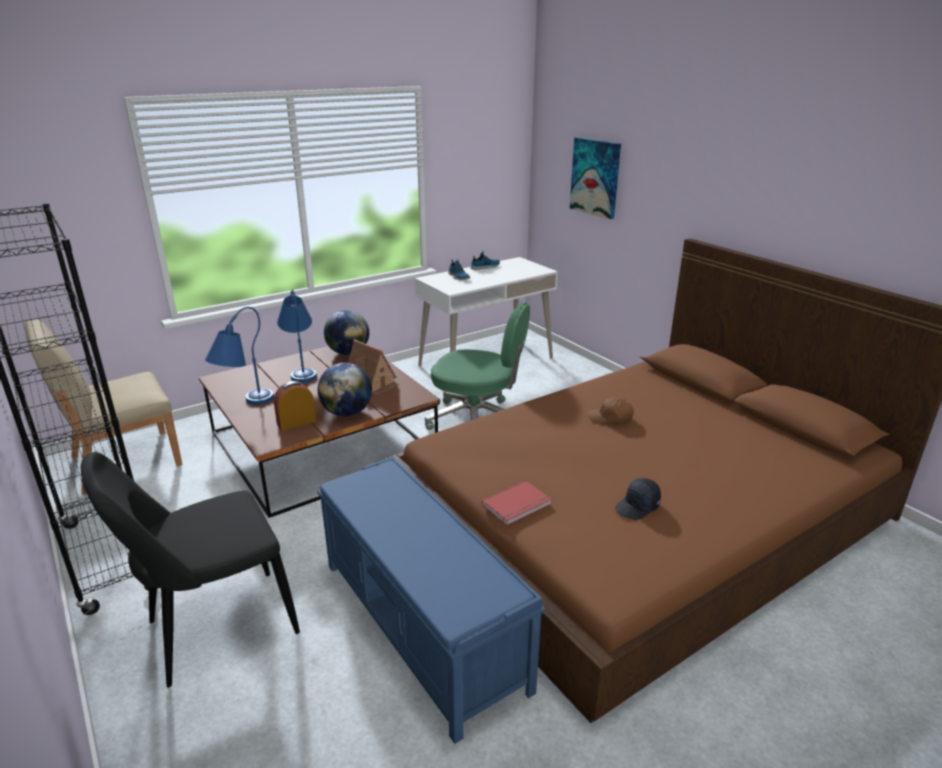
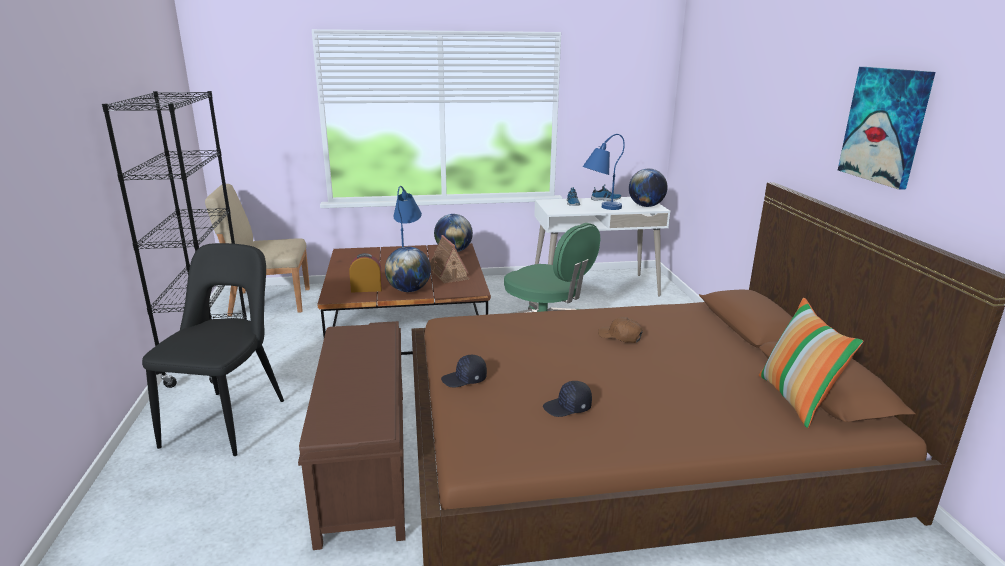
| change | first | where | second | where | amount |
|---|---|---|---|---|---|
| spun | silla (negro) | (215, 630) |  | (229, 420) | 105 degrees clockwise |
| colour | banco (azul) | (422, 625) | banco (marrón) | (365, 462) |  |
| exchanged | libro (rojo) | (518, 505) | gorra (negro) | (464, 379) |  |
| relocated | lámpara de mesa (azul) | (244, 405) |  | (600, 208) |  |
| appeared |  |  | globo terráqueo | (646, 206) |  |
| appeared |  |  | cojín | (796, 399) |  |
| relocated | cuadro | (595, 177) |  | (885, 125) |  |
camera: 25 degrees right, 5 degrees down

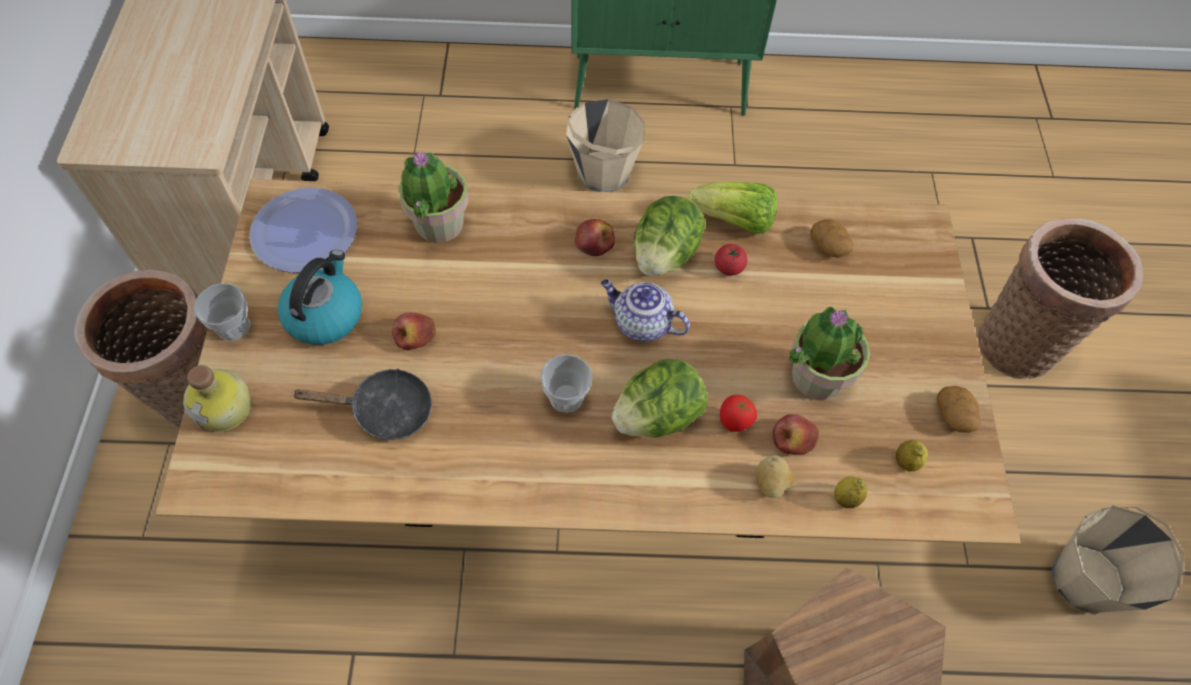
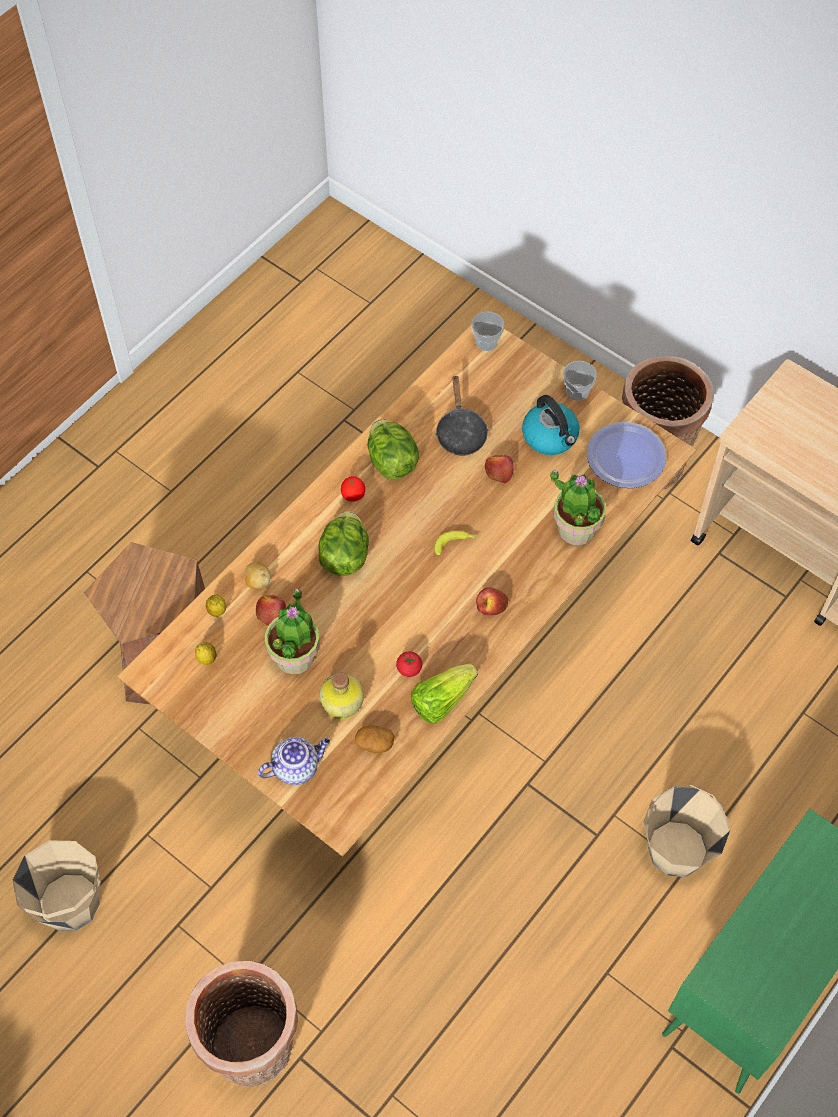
| change | first | where | second | where | amount |
|---|---|---|---|---|---|
| relocated | tetera | (640, 324) |  | (296, 767) |  |
| relocated | botella | (226, 408) |  | (341, 703) |  |
| relocated | tomate | (734, 422) |  | (353, 496) |  |
| relocated | lechuga | (665, 254) |  | (392, 461) |  |
| appeared |  |  | plátano | (455, 544) |  |
| spun | sartén (negro) | (384, 410) |  | (460, 432) | 45 degrees counterclockwise |
| relocated | taza | (566, 397) |  | (486, 342) |  |
| missing | patata | (954, 415) |  |  |  |
camera: 130 degrees right, 0 degrees up

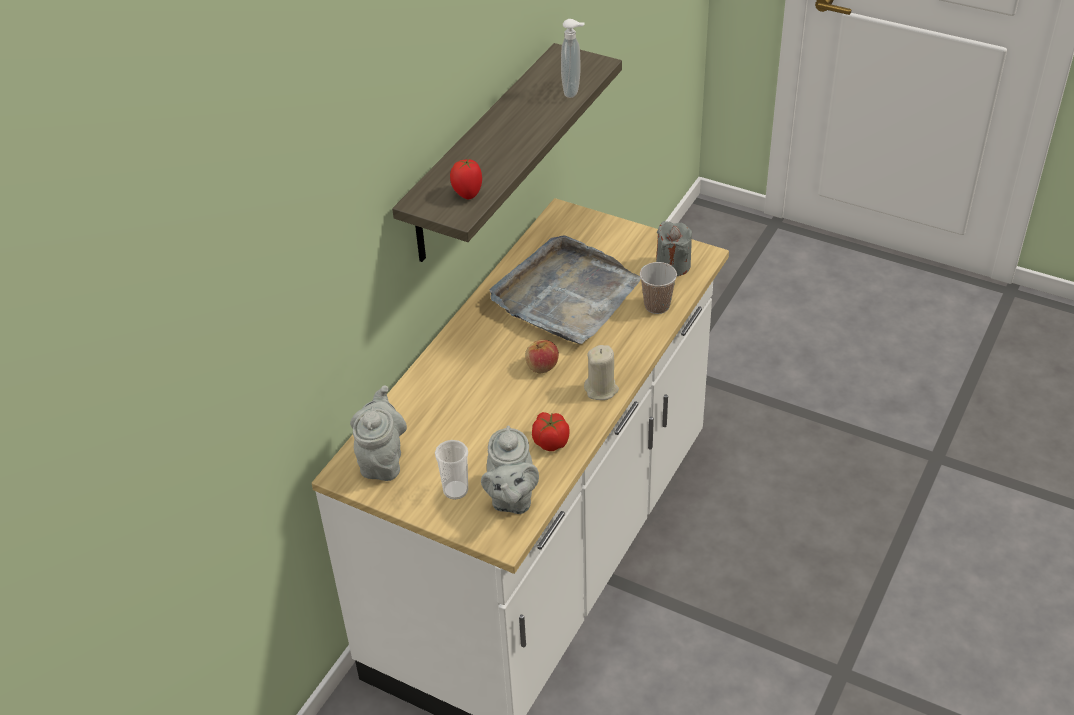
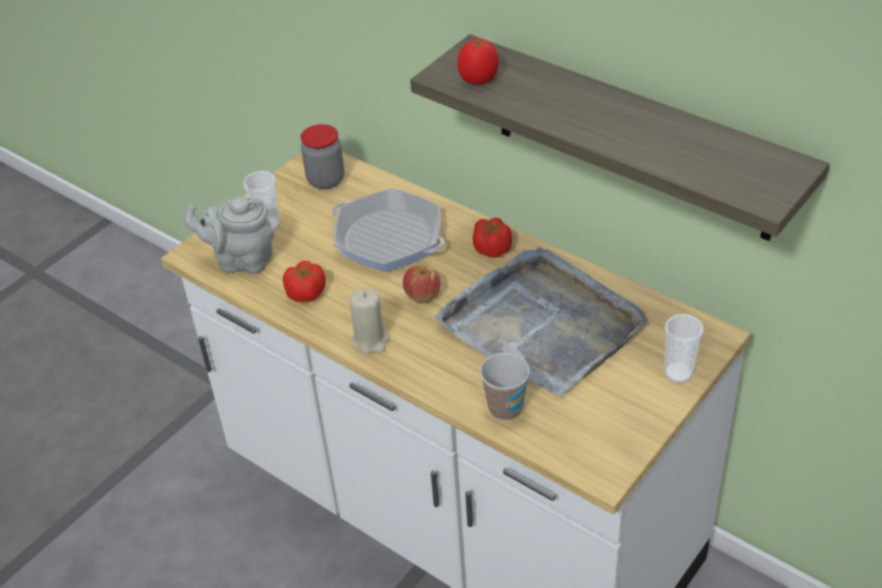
| change | first | where | second | where | amount |
|---|---|---|---|---|---|
| exchanged | tetera (gris) | (382, 460) | tarro | (326, 180) |  |
| appeared |  |  | sartén | (388, 238) |  |
| appeared |  |  | tomate | (492, 249) |  |
| appeared |  |  | taza | (678, 373) |  |
| missing | dispensador de jabón | (573, 91) |  |  |  |
| missing | vela (gris) | (673, 265) |  |  |  |
camera: 100 degrees right, 0 degrees up

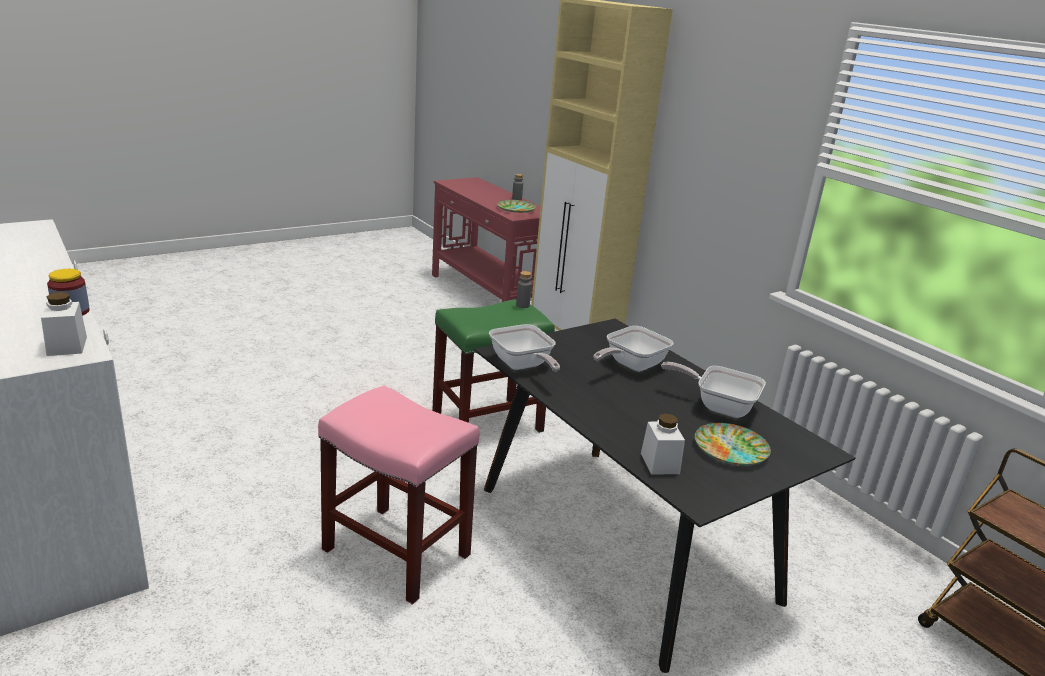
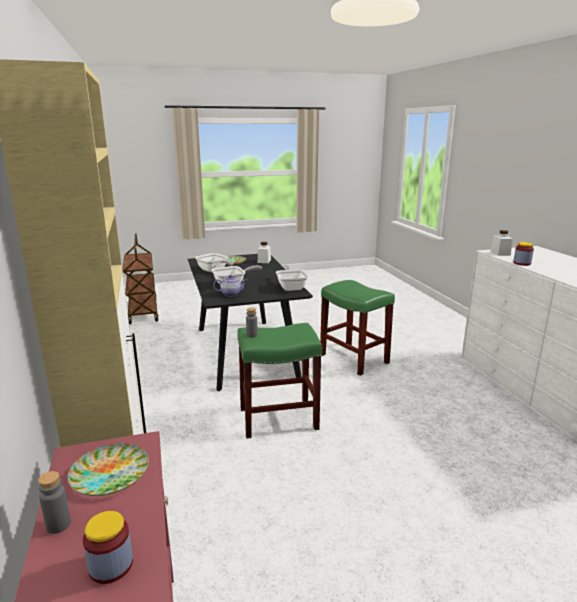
| change | first | where | second | where | amount |
|---|---|---|---|---|---|
| appeared |  |  | tarro | (111, 565) |  |
| appeared |  |  | tetera | (231, 294) |  |
| colour | taburete (rosa) | (395, 552) | taburete (verde) | (354, 359) |  |
camera: 160 degrees left, 5 degrees down

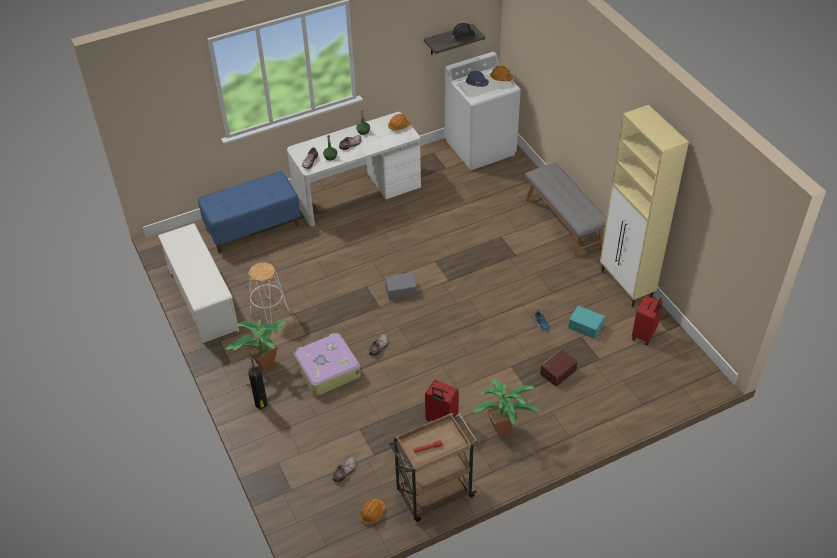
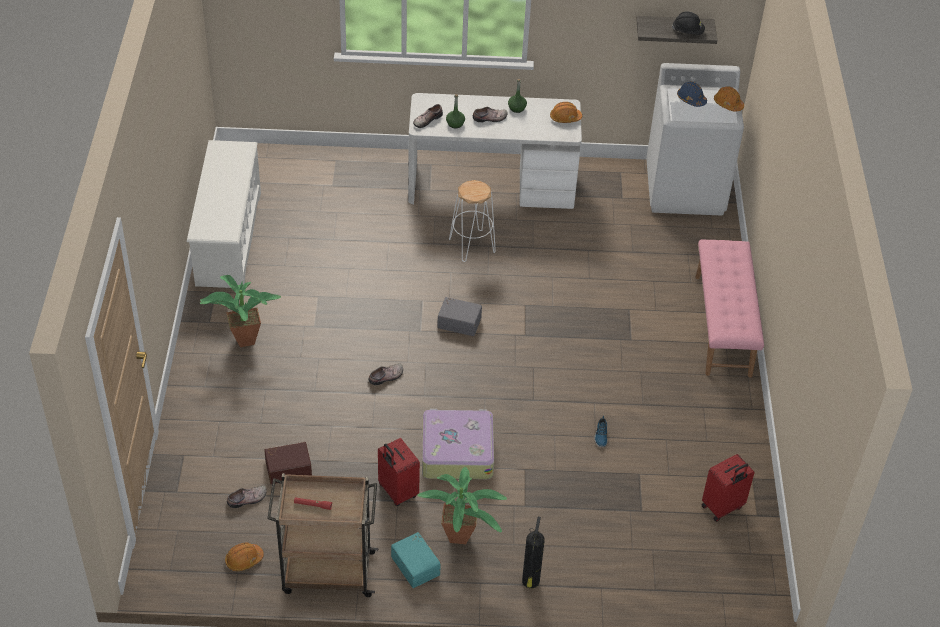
| change | first | where | second | where | amount |
|---|---|---|---|---|---|
| relocated | caja de almacenaje (marrón) | (557, 371) |  | (288, 467) |  |
| relocated | caja de almacenaje (turquesa) | (586, 326) |  | (416, 565) |  |
| relocated | maleta | (327, 369) |  | (456, 451) |  |
| relocated | taburete (blanco) | (269, 312) |  | (471, 246) |  |
| relocated | extintor | (261, 404) |  | (530, 582) |  |
| colour | banco (gris) | (564, 222) | banco (rosa) | (723, 325) |  |
| missing | banco (azul) | (253, 227) |  |  |  |
| missing | armario (beis) | (626, 285) |  |  |  |
camera: 25 degrees right, 0 degrees up

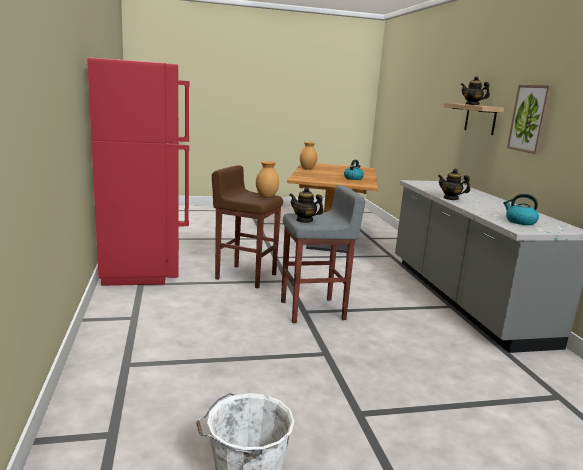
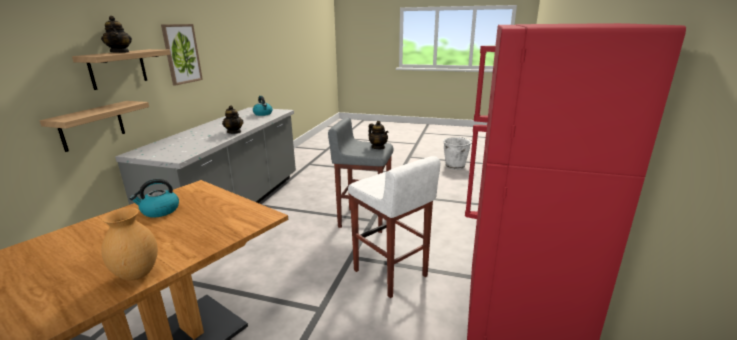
| change | first | where | second | where | amount |
|---|---|---|---|---|---|
| appeared |  |  | estante | (92, 125) |  |
| colour | taburete (marrón) | (245, 276) | taburete (blanco) | (390, 274) |  |
| missing | florero (marrón) | (267, 197) |  |  |  |
camera: 150 degrees left, 5 degrees up

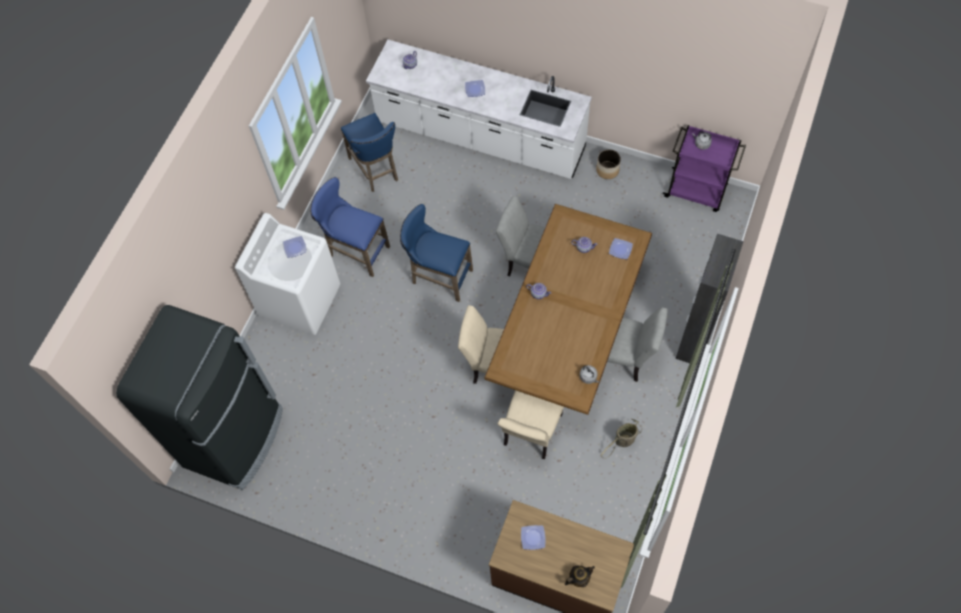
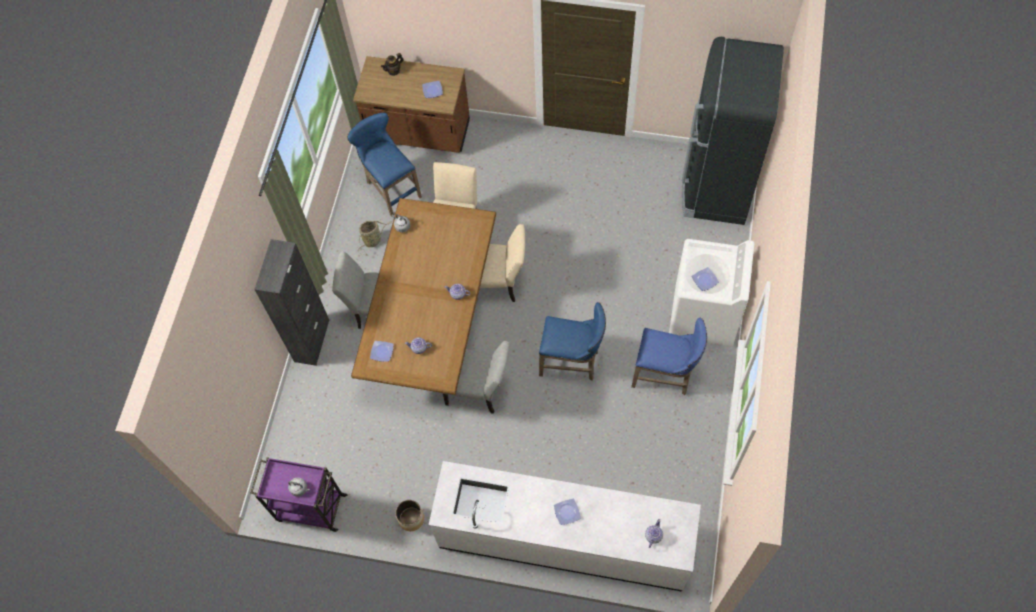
| change | first | where | second | where | amount |
|---|---|---|---|---|---|
| relocated | taburete (azul) | (376, 170) |  | (391, 188) |  |
camera: 170 degrees right, 0 degrees up

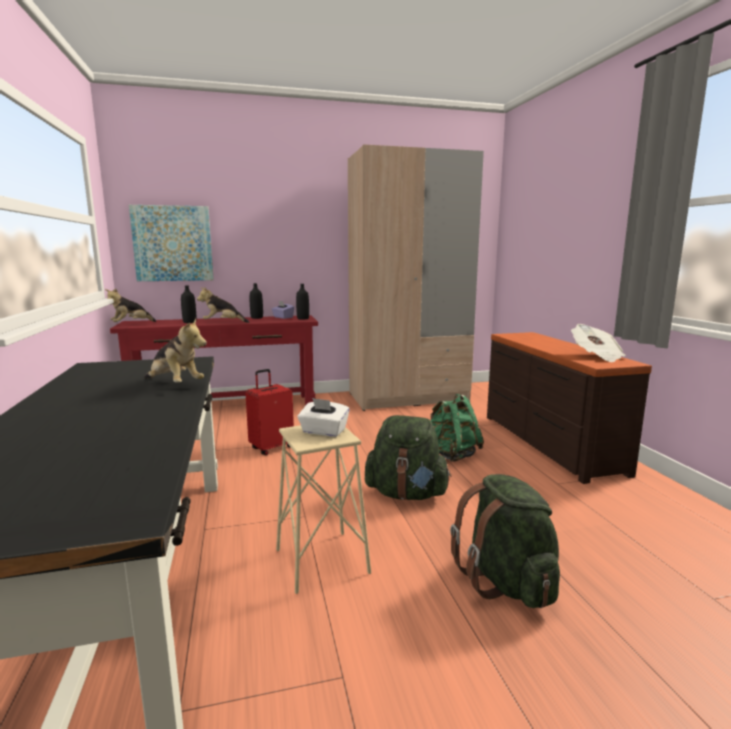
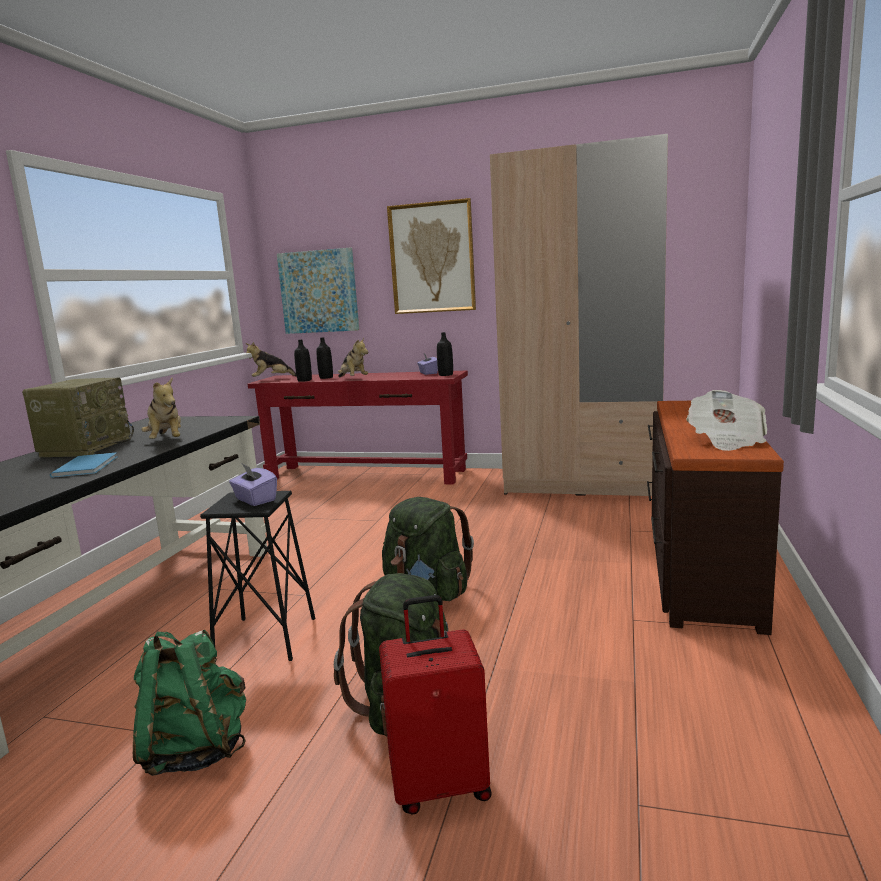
| change | first | where | second | where | amount |
|---|---|---|---|---|---|
| appeared |  |  | radio | (86, 447) |  |
| appeared |  |  | libro (azul) | (88, 466) |  |
| relocated | mochila (verde) | (452, 455) |  | (196, 750) |  |
| colour | taburete (beis) | (322, 561) | taburete (negro) | (266, 639) |  |
| colour | caja de pañuelos (blanco) | (323, 431) | caja de pañuelos (morado) | (255, 500) |  |
| relocated | botella (negro) | (257, 318) |  | (304, 380) |  |
| spun | peluche | (223, 323) |  | (353, 379) | 150 degrees counterclockwise |
| relocated | maleta (rojo) | (271, 448) |  | (440, 784) |  |
| appeared |  |  | cuadro | (432, 258) |  |
camera: 30 degrees right, 0 degrees up

